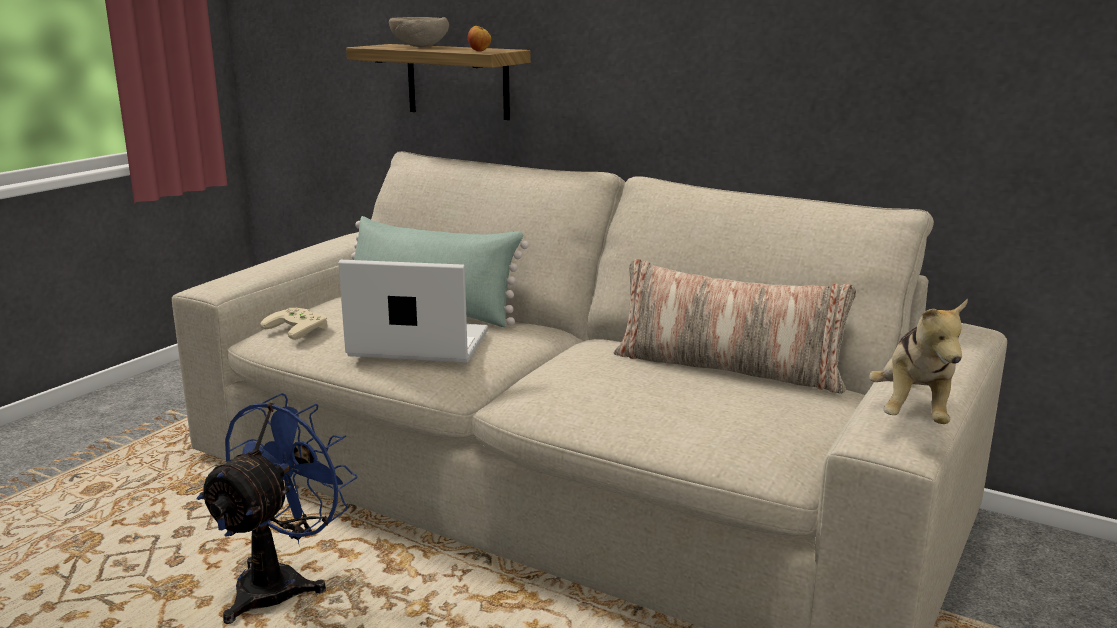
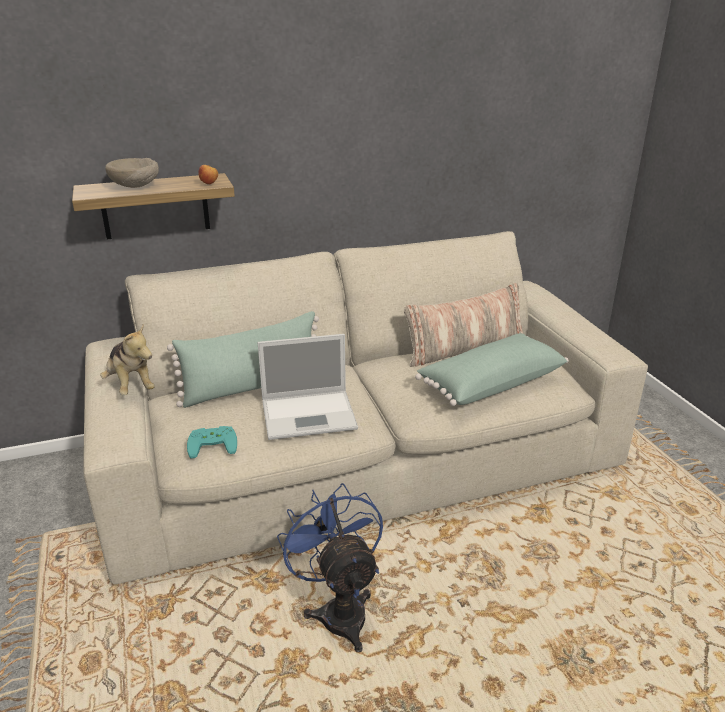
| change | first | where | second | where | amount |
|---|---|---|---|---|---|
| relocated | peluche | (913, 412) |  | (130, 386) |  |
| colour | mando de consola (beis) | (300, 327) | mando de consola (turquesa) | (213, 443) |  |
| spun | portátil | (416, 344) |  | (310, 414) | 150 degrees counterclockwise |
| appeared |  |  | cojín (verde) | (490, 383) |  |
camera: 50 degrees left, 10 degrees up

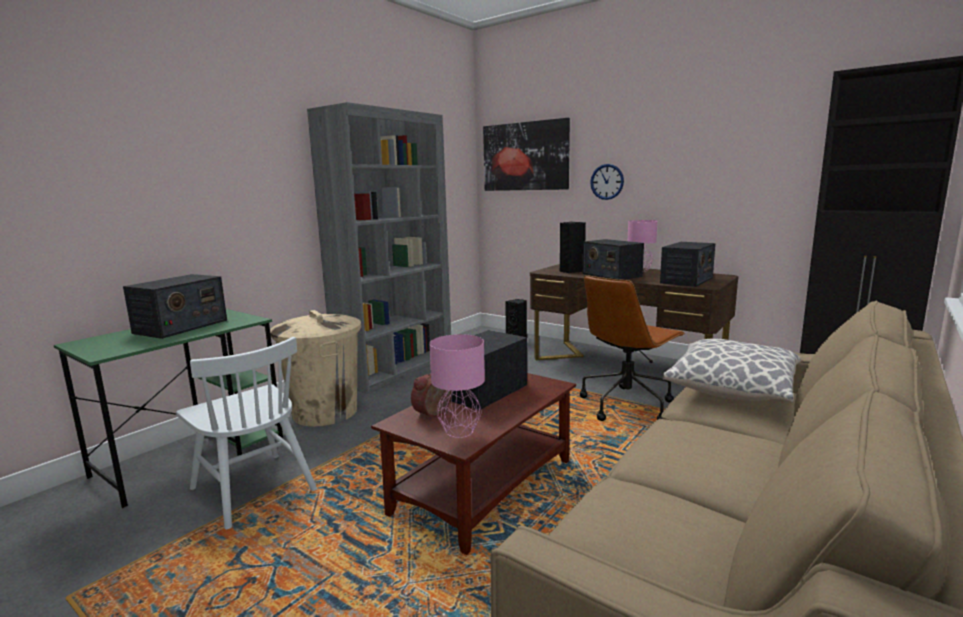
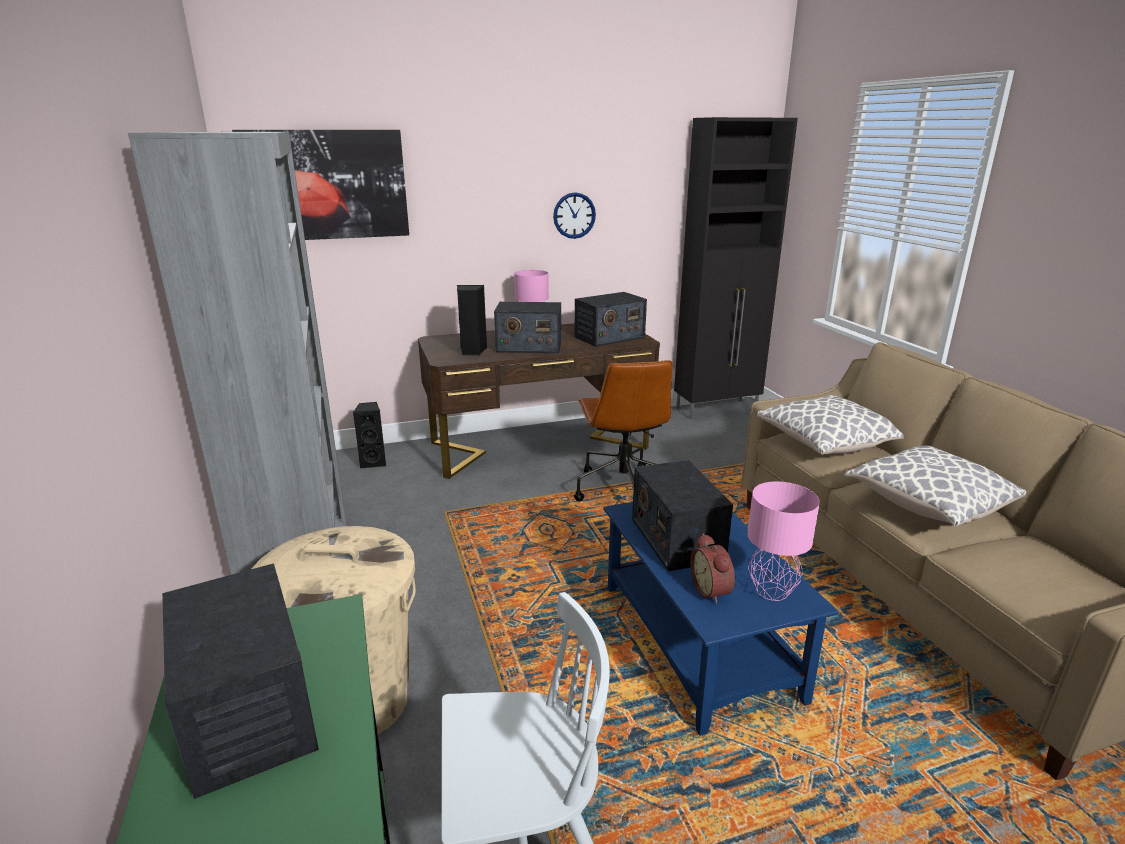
| change | first | where | second | where | amount |
|---|---|---|---|---|---|
| relocated | reloj de pared | (607, 182) |  | (574, 215) |  |
| spun | radio | (686, 280) |  | (609, 337) | 75 degrees clockwise |
| colour | mesa de centro (marrón) | (484, 488) | mesa de centro (azul) | (699, 642) |  |
| appeared |  |  | cojín | (927, 505) |  |
camera: 55 degrees left, 10 degrees up

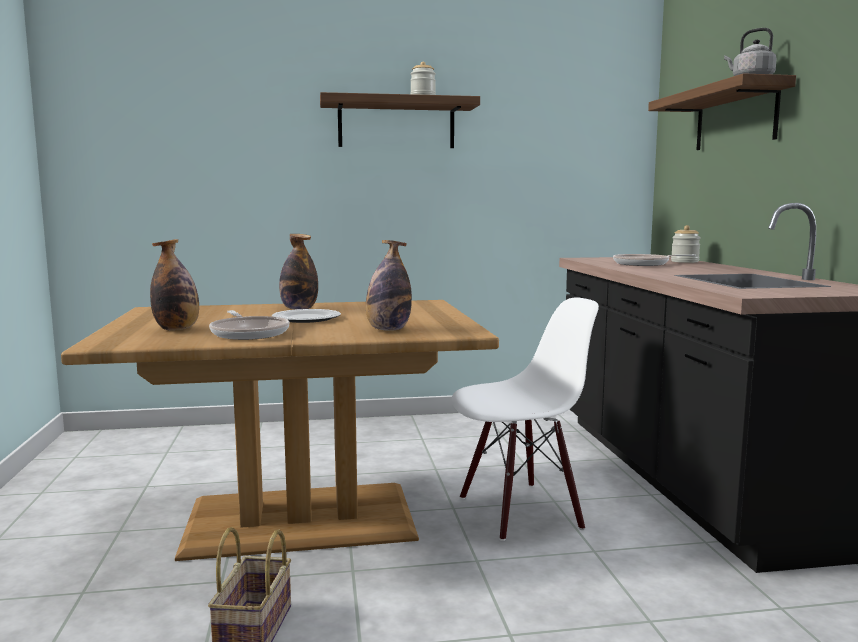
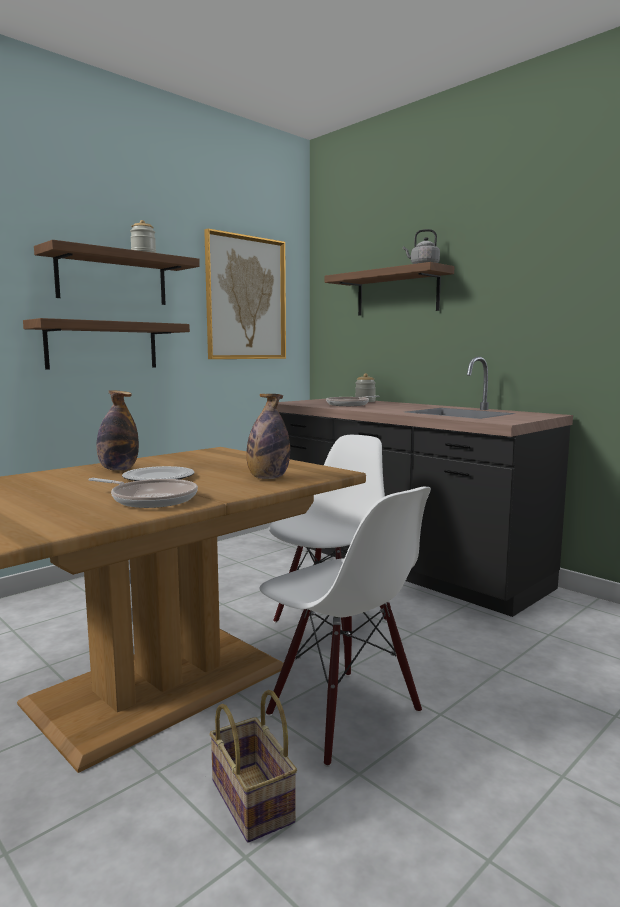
| change | first | where | second | where | amount |
|---|---|---|---|---|---|
| appeared |  |  | estante | (102, 345) |  |
| appeared |  |  | cuadro | (246, 298) |  |
| appeared |  |  | silla (blanco) | (342, 714) |  |
| missing | botella | (177, 329) |  |  |  |
camera: 35 degrees left, 0 degrees up

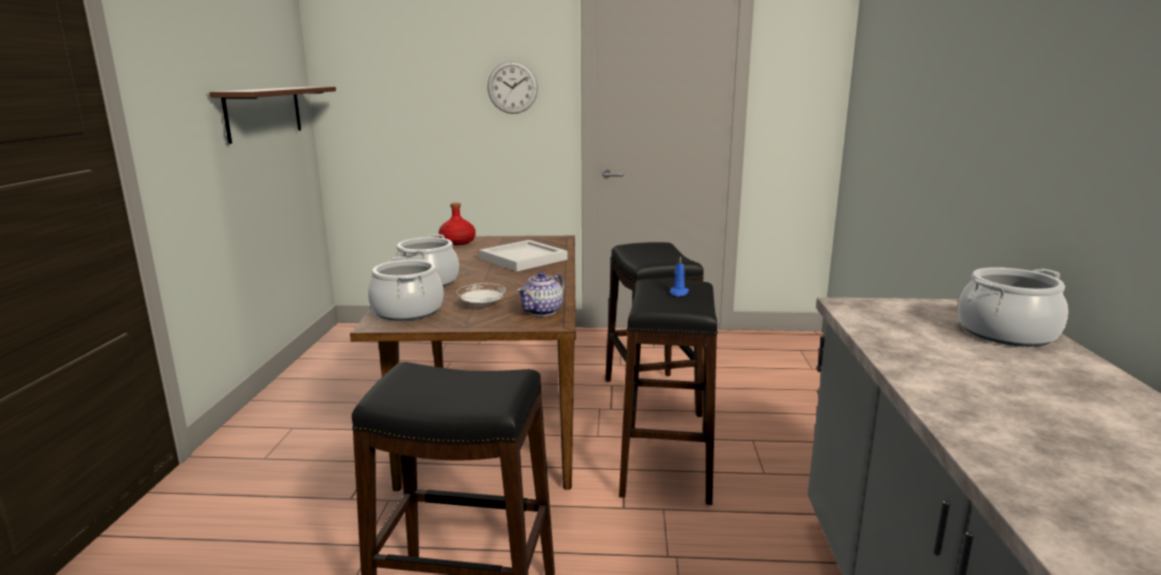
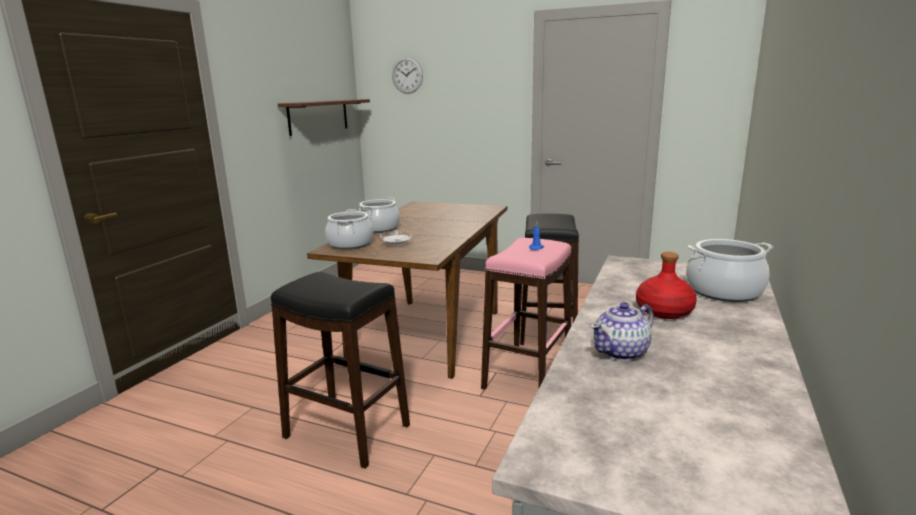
| change | first | where | second | where | amount |
|---|---|---|---|---|---|
| relocated | reloj de pared | (512, 87) |  | (407, 75) |  |
| colour | taburete (negro) | (667, 466) | taburete (rosa) | (528, 375) |  |
| relocated | tetera | (543, 311) |  | (621, 352) |  |
| relocated | botella (rojo) | (458, 242) |  | (664, 311) |  |
| missing | bandeja (blanco) | (523, 259) |  |  |  |
camera: 20 degrees right, 0 degrees up

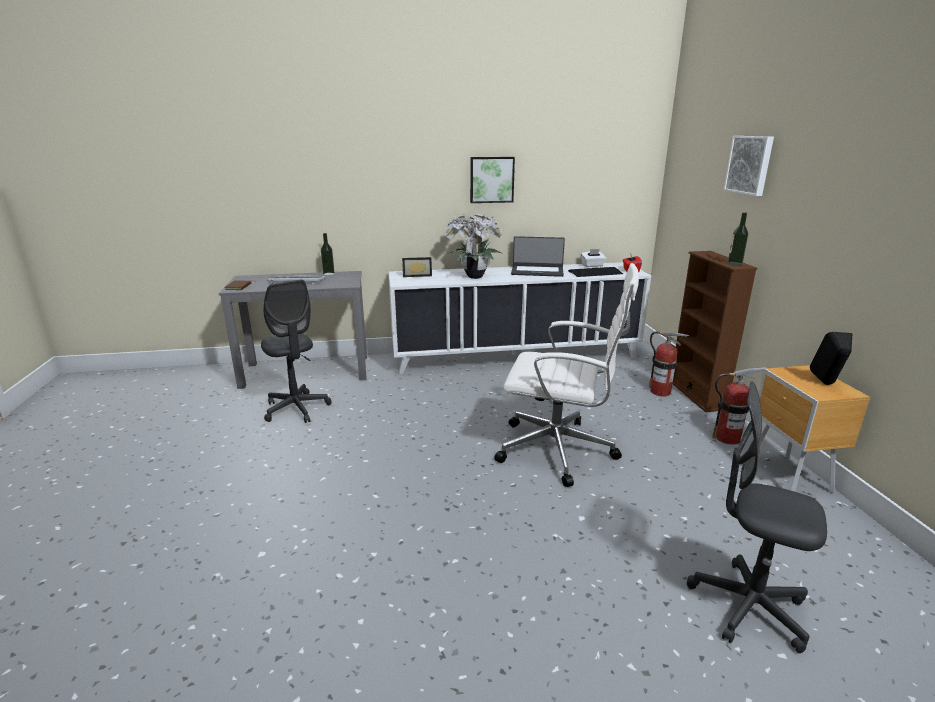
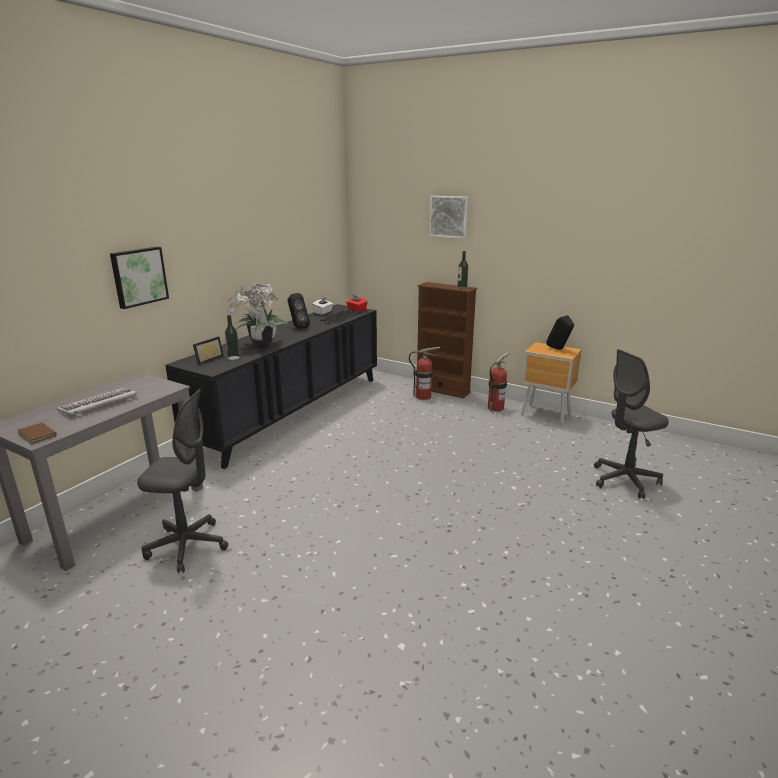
| change | first | where | second | where | amount |
|---|---|---|---|---|---|
| relocated | cuadro | (491, 179) |  | (138, 276) |  |
| colour | armario (blanco) | (515, 356) | armario (negro) | (292, 412) |  |
| relocated | botella | (328, 274) |  | (233, 358) |  |
| exchanged | portátil | (537, 271) | altavoz (negro) | (298, 327) |  |
| missing | silla de oficina (blanco) | (559, 450) |  |  |  |
camera: 50 degrees left, 0 degrees up

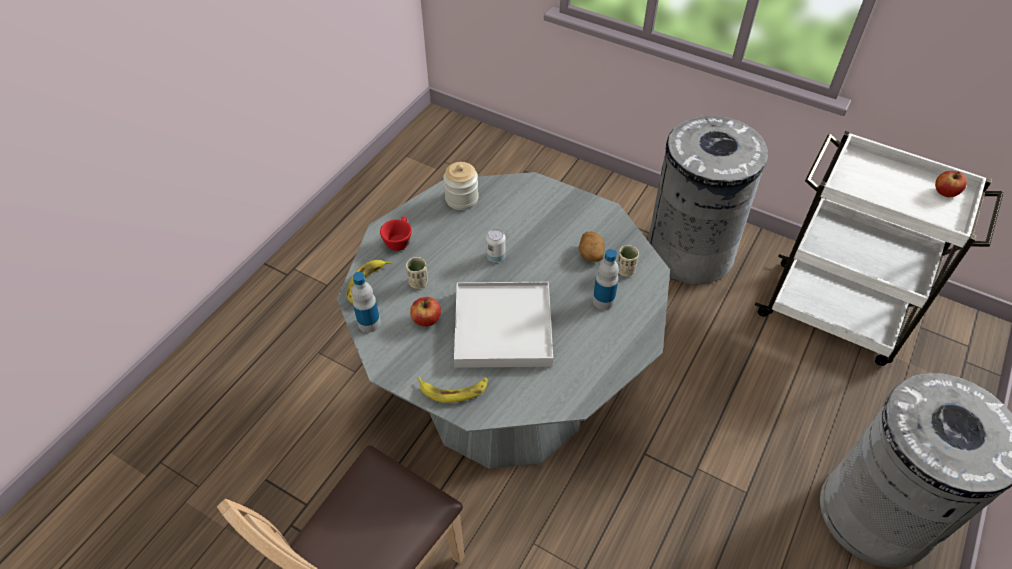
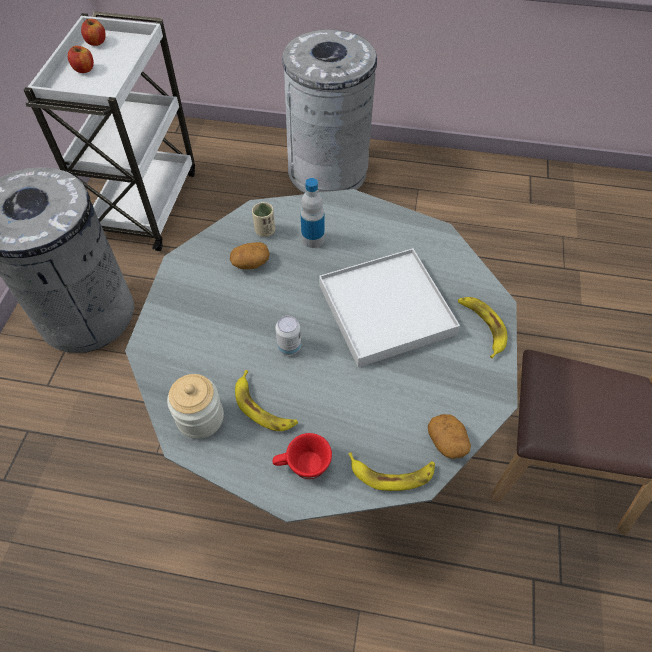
| change | first | where | second | where | amount |
|---|---|---|---|---|---|
| relocated | manzana | (426, 319) |  | (84, 69) |  |
| appeared |  |  | plátano | (264, 407) |  |
| exchanged | botella | (369, 323) | patata | (447, 441) |  |
| missing | taza (beis) | (418, 282) |  |  |  |
camera: 110 degrees left, 5 degrees up

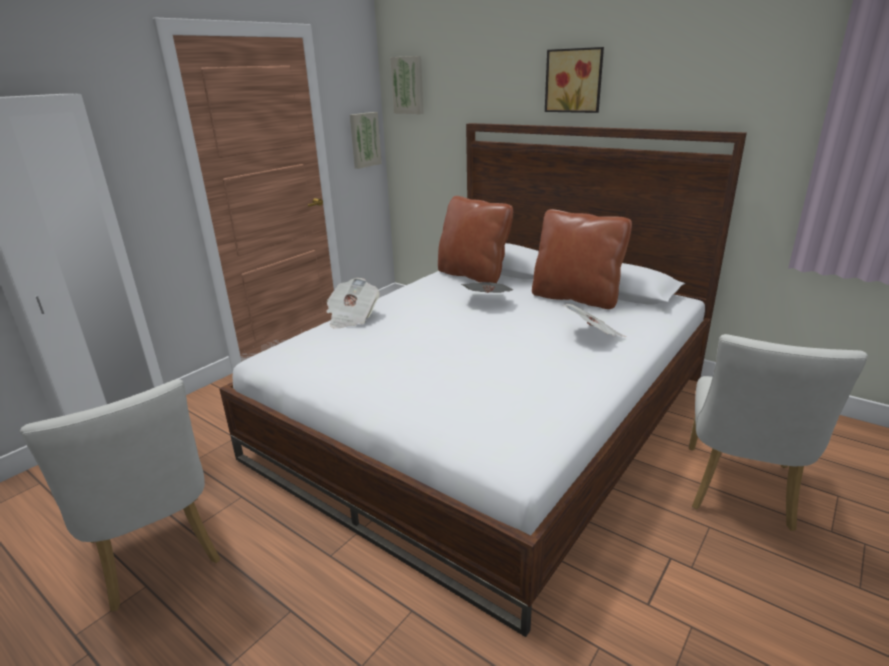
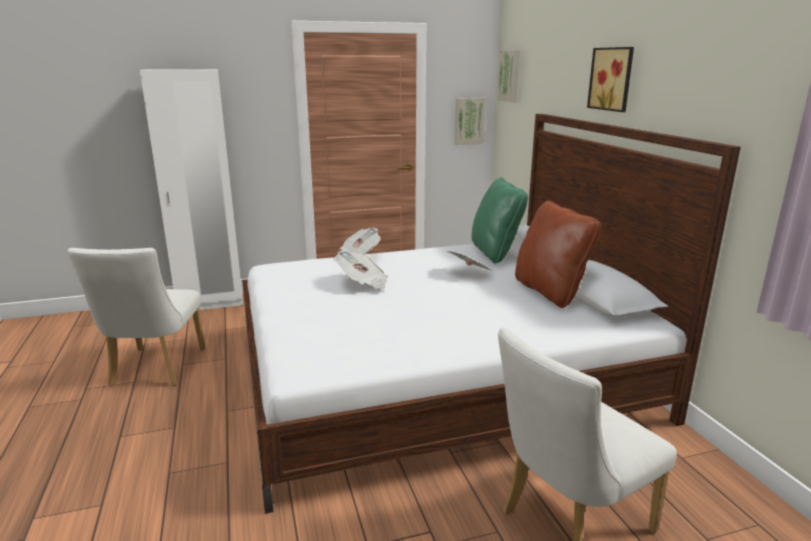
| change | first | where | second | where | amount |
|---|---|---|---|---|---|
| relocated | periódico | (593, 336) |  | (364, 283) |  |
| colour | cojín (marrón) | (473, 275) | cojín (verde) | (495, 253) |  |
camera: 35 degrees right, 5 degrees down

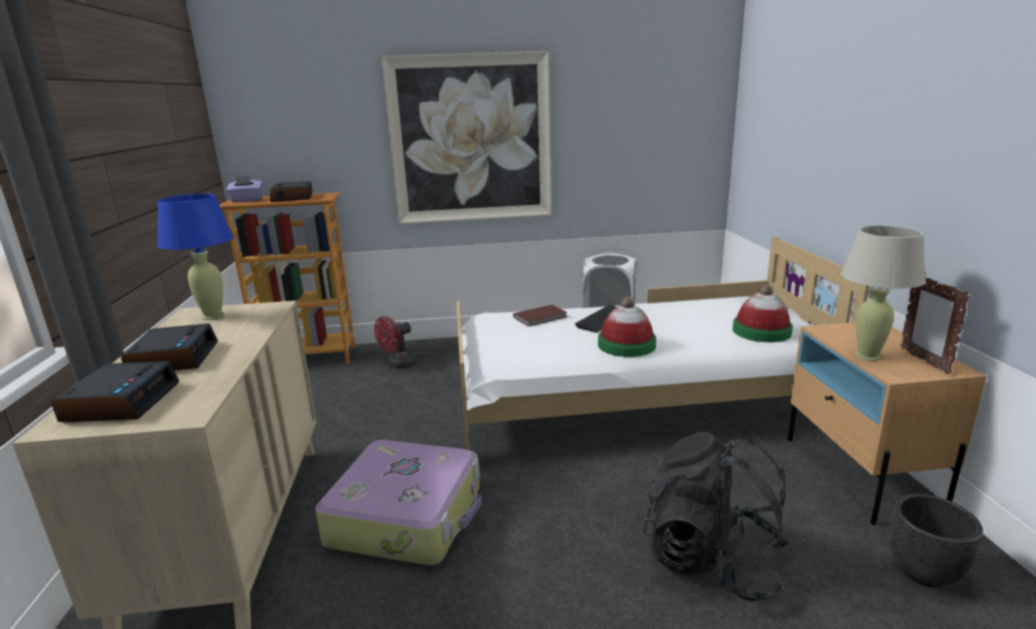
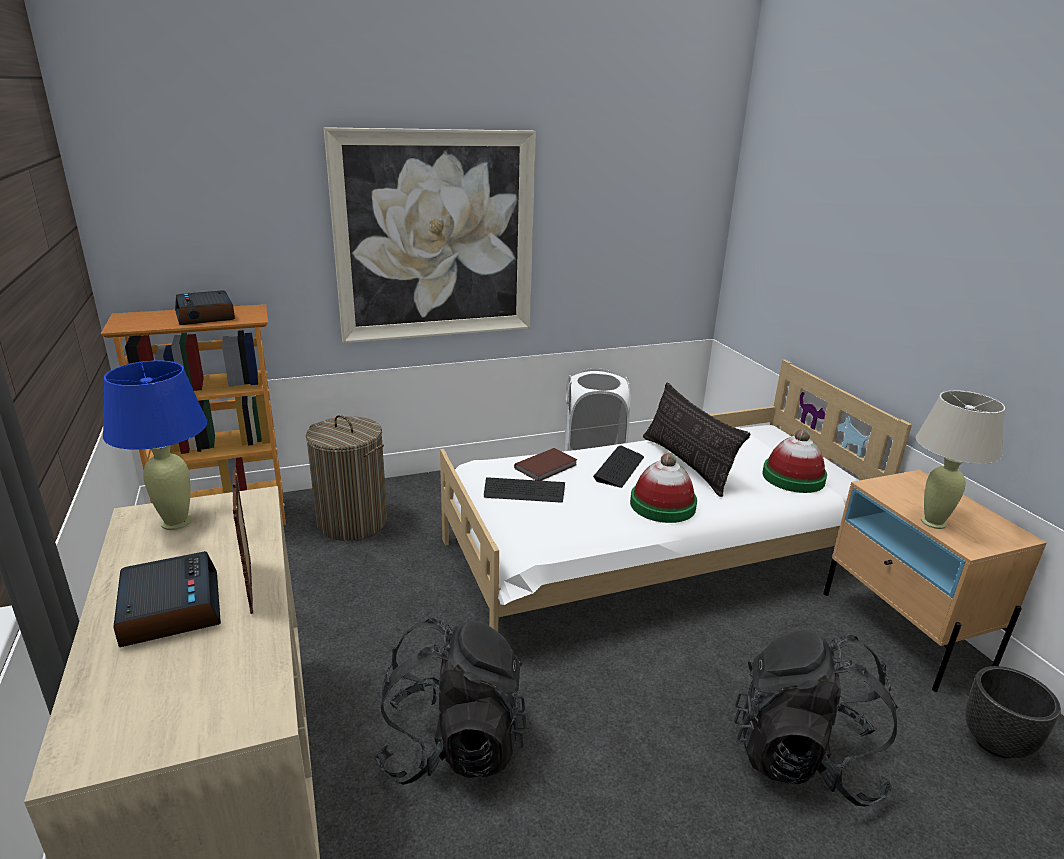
| change | first | where | second | where | amount |
|---|---|---|---|---|---|
| relocated | portarretratos | (923, 360) |  | (251, 587) |  |
| exchanged | ventilador (rojo) | (398, 365) | cesto de la ropa | (352, 522) |  |
| exchanged | maleta | (408, 516) | mochila (negro) | (453, 745) |  |
| appeared |  |  | teclado | (524, 492) |  |
| appeared |  |  | cojín | (687, 464) |  |
| missing | despertador | (121, 402) |  |  |  |
| missing | caja de pañuelos (morado) | (247, 200) |  |  |  |
camera: 15 degrees left, 5 degrees up

